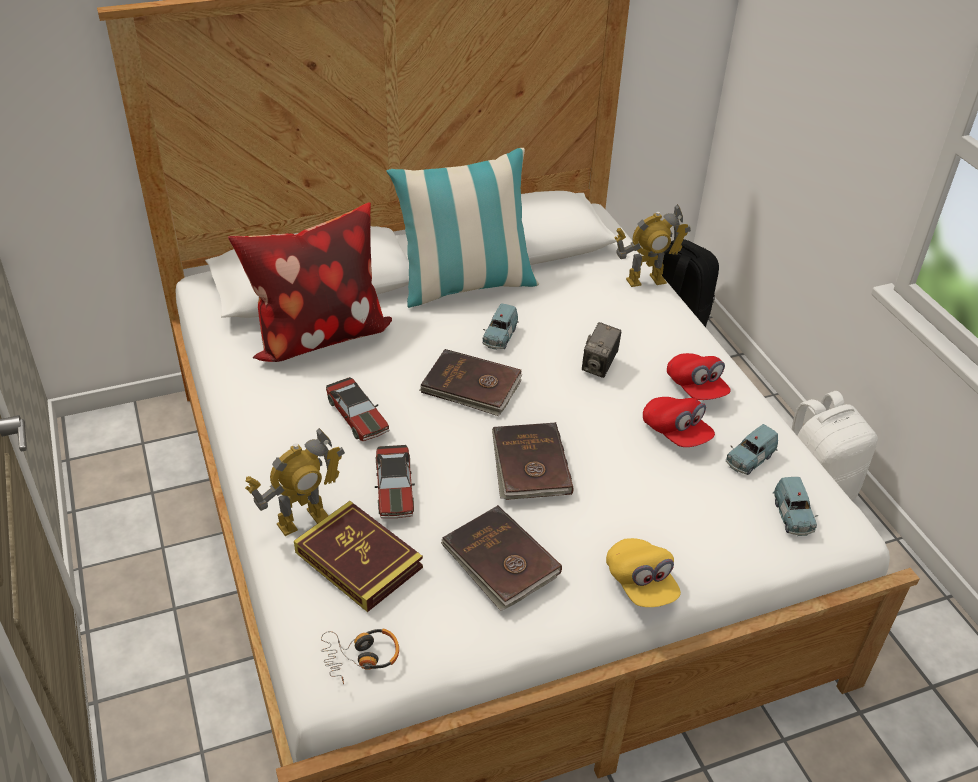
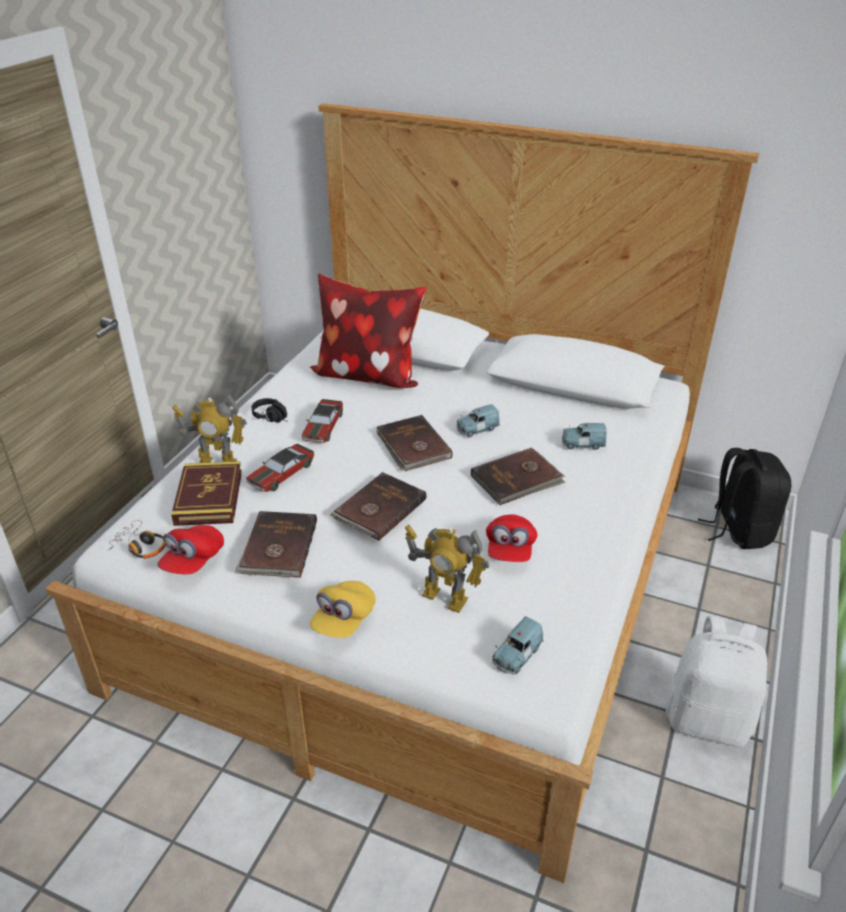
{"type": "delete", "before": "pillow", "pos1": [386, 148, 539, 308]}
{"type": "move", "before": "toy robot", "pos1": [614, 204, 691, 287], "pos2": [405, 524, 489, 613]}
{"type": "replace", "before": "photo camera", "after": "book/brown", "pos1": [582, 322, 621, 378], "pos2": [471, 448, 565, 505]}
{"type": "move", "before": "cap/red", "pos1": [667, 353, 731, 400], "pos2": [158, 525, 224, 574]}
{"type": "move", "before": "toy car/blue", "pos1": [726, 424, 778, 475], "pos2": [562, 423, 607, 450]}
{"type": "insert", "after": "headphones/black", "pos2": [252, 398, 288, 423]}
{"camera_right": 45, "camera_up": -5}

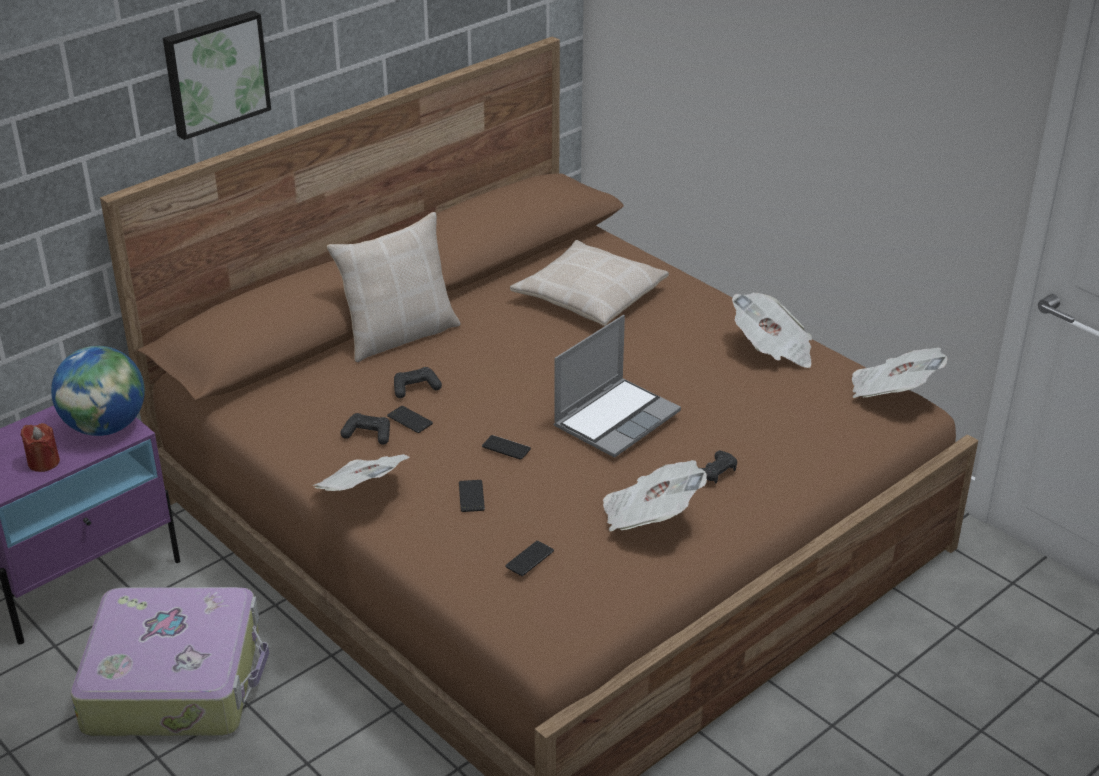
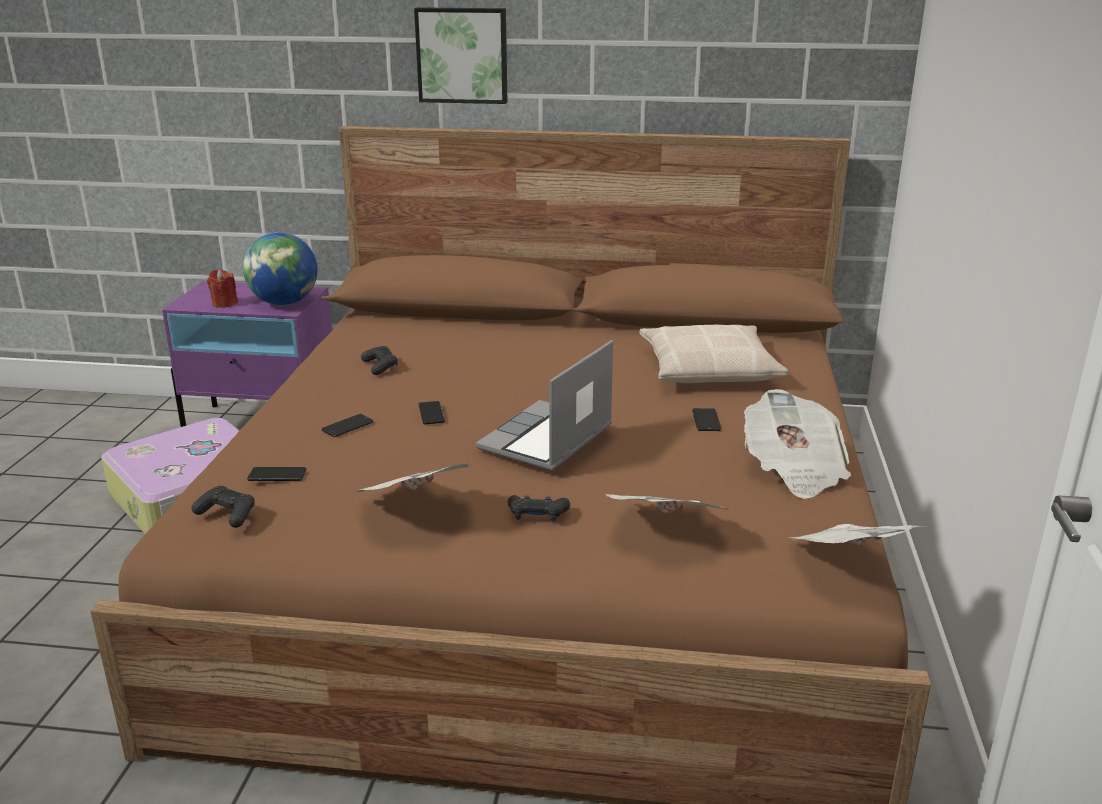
{"type": "delete", "before": "pillow/beige", "pos1": [327, 212, 461, 362]}
{"type": "rotate", "before": "laptop", "pos1": [554, 315, 681, 458], "pos2": [476, 340, 613, 471], "turn": 120}
{"type": "move", "before": "game controller/black", "pos1": [394, 367, 442, 398], "pos2": [191, 486, 255, 528]}
{"type": "move", "before": "phone", "pos1": [387, 406, 433, 433], "pos2": [692, 408, 721, 431]}
{"type": "move", "before": "newspaper", "pos1": [312, 454, 410, 491], "pos2": [605, 494, 727, 514]}
{"camera_right": 50, "camera_up": -10}

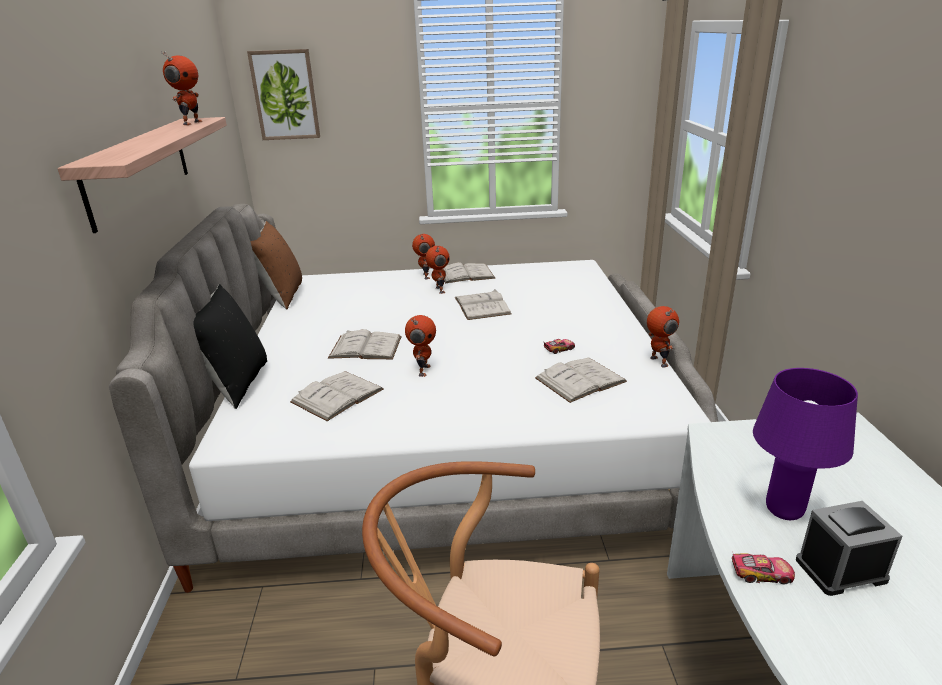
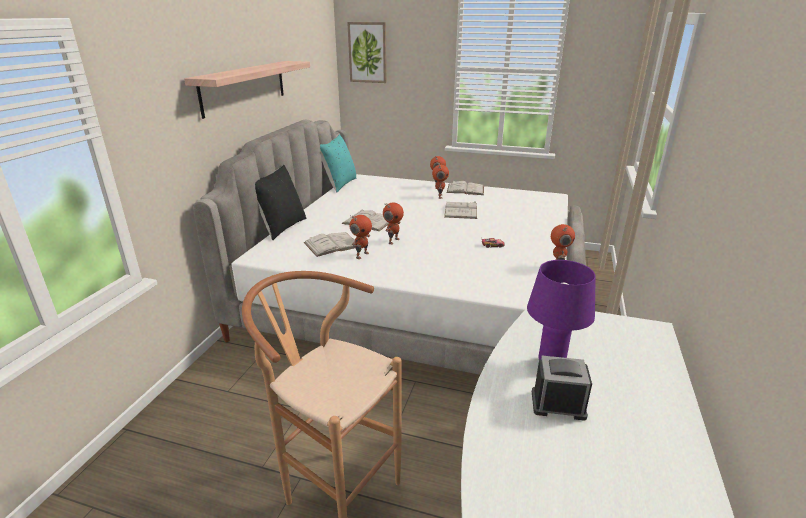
{"type": "move", "before": "toy robot", "pos1": [161, 51, 202, 125], "pos2": [350, 215, 372, 259]}
{"type": "recolor", "before": "pillow/brown", "after": "pillow/turquoise", "pos1": [250, 221, 302, 310], "pos2": [320, 134, 356, 192]}
{"type": "delete", "before": "book/white", "pos1": [535, 358, 627, 403]}
{"type": "delete", "before": "toy car", "pos1": [732, 551, 795, 584]}
{"camera_right": 20, "camera_up": 0}

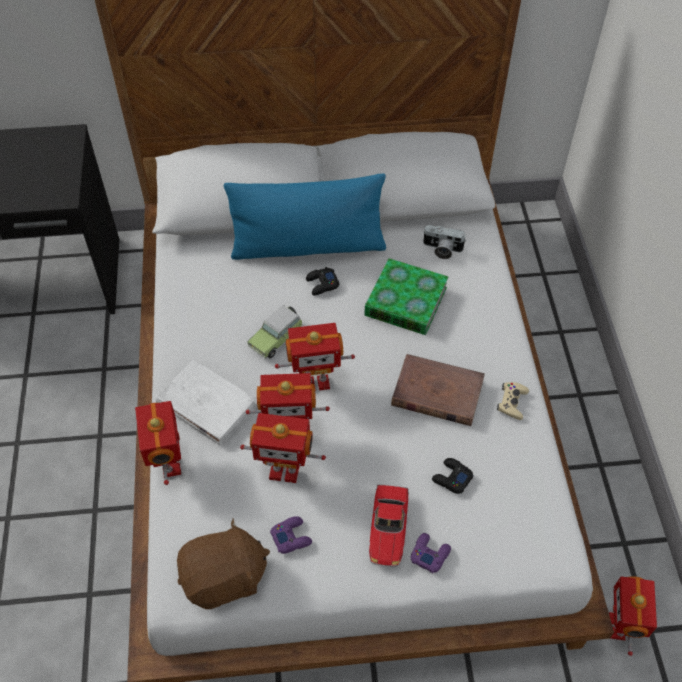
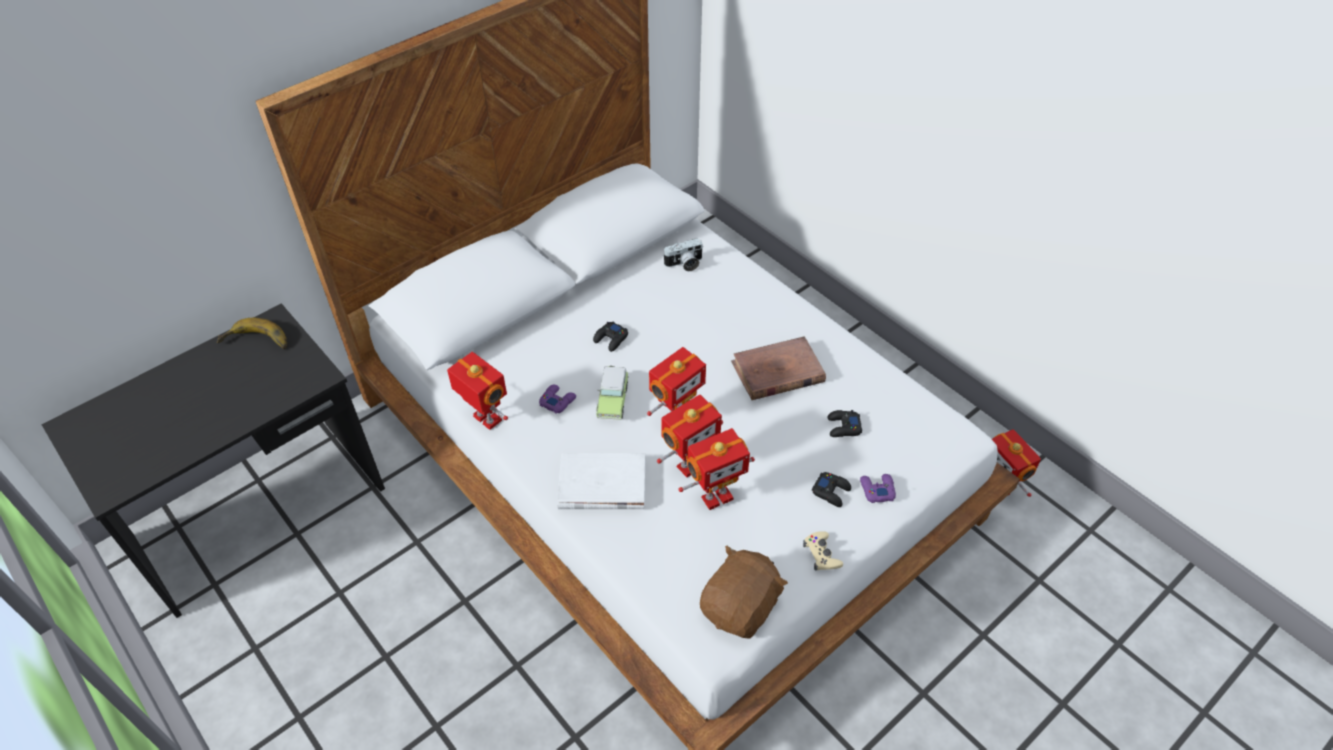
{"type": "delete", "before": "pillow/blue", "pos1": [224, 174, 386, 260]}
{"type": "delete", "before": "book", "pos1": [364, 258, 448, 335]}
{"type": "move", "before": "game controller/beige", "pos1": [497, 382, 529, 420], "pos2": [803, 531, 843, 571]}
{"type": "move", "before": "toy robot", "pos1": [135, 401, 181, 485], "pos2": [447, 352, 508, 430]}
{"type": "replace", "before": "toy car", "after": "game controller/black", "pos1": [369, 485, 409, 567], "pos2": [812, 472, 851, 507]}
{"type": "move", "before": "game controller/purple", "pos1": [270, 516, 312, 554], "pos2": [539, 385, 576, 414]}
{"type": "insert", "after": "banana", "pos2": [217, 318, 287, 349]}
{"camera_right": -35, "camera_up": -5}

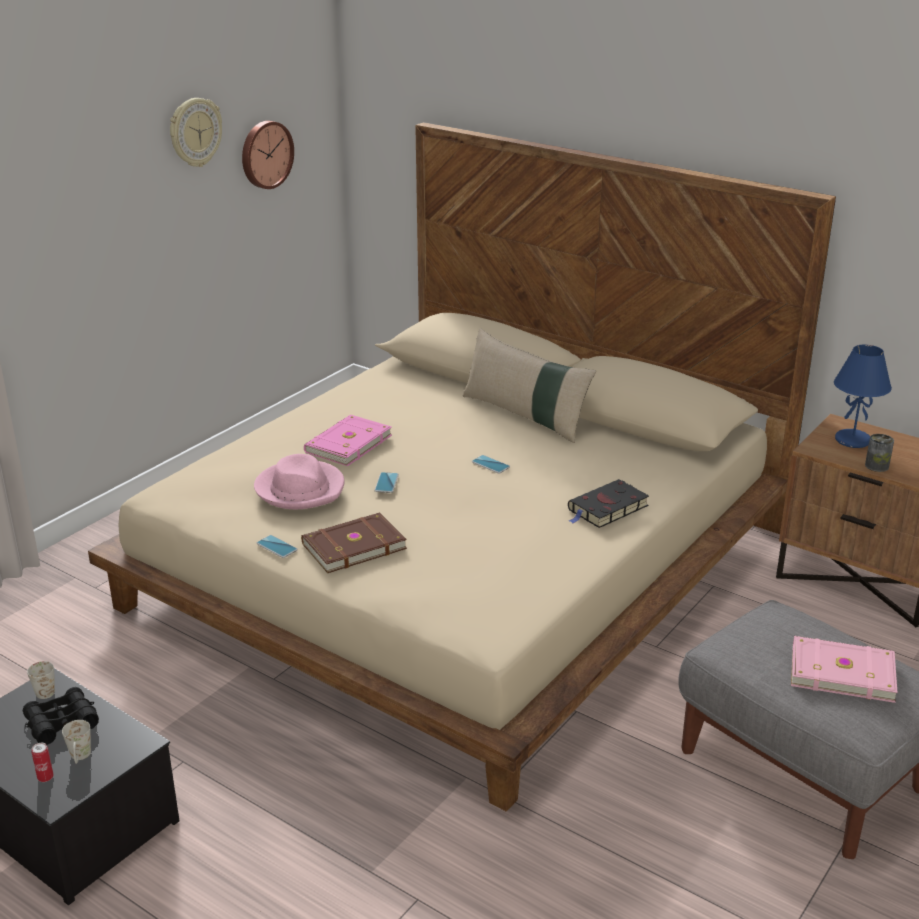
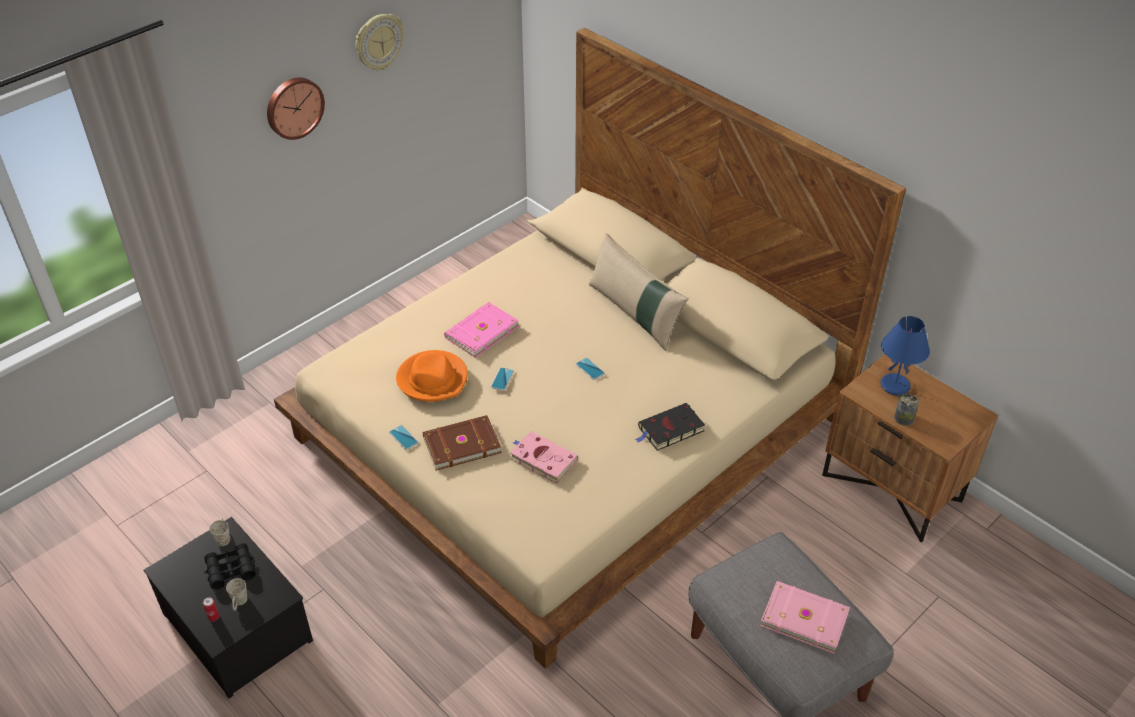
{"type": "move", "before": "wall clock", "pos1": [242, 121, 294, 189], "pos2": [267, 77, 325, 140]}
{"type": "recolor", "before": "hat/pink", "after": "hat/orange", "pos1": [254, 454, 344, 509], "pos2": [396, 350, 468, 402]}
{"type": "insert", "after": "book/pink", "pos2": [510, 431, 578, 484]}
{"camera_right": 10, "camera_up": 15}

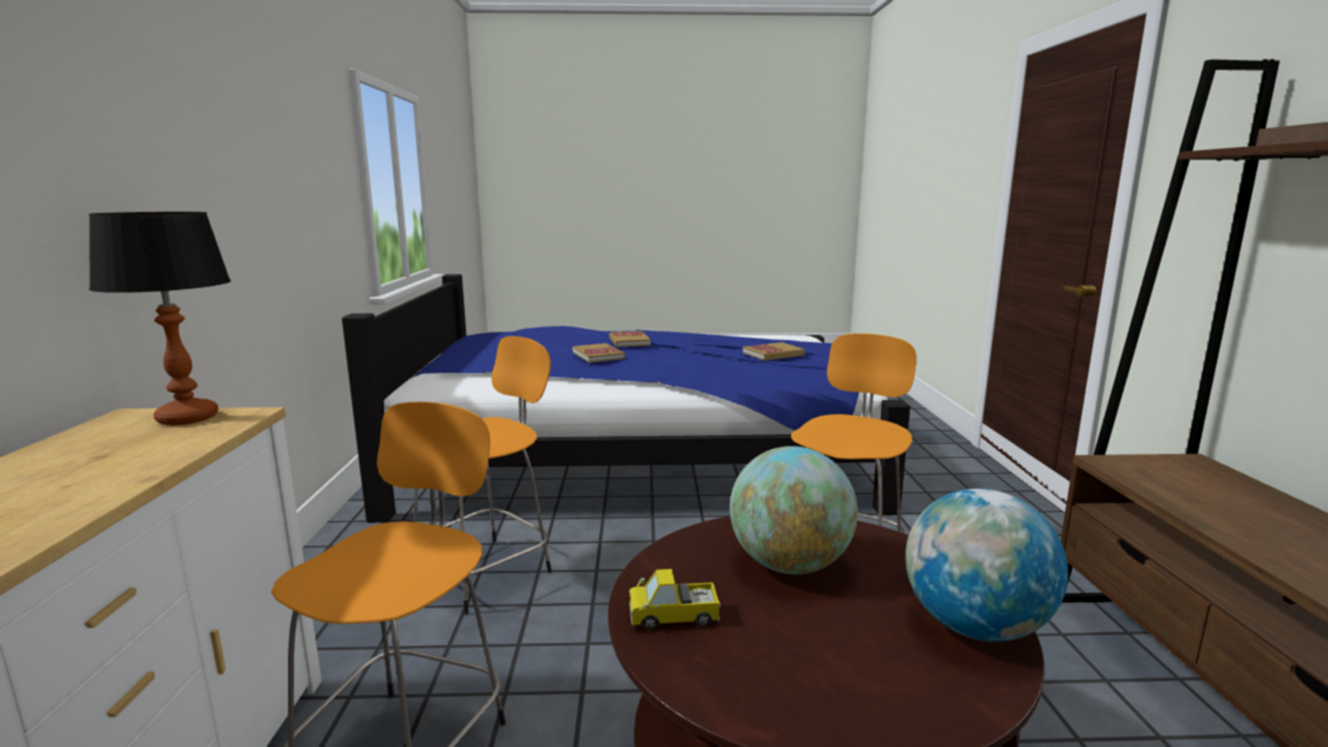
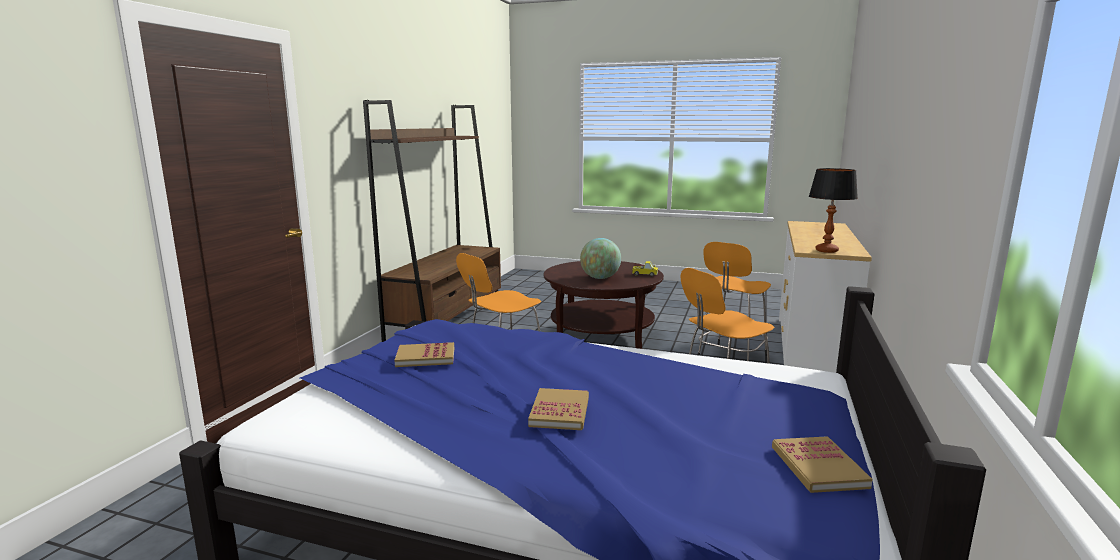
{"type": "move", "before": "book", "pos1": [572, 343, 625, 363], "pos2": [772, 436, 873, 493]}
{"type": "delete", "before": "globe", "pos1": [905, 489, 1068, 642]}
{"camera_right": -160, "camera_up": 0}

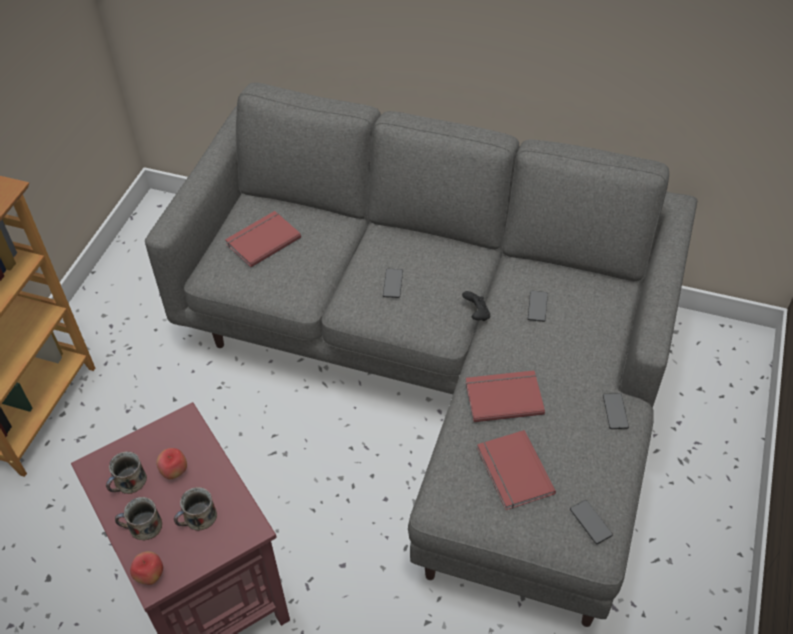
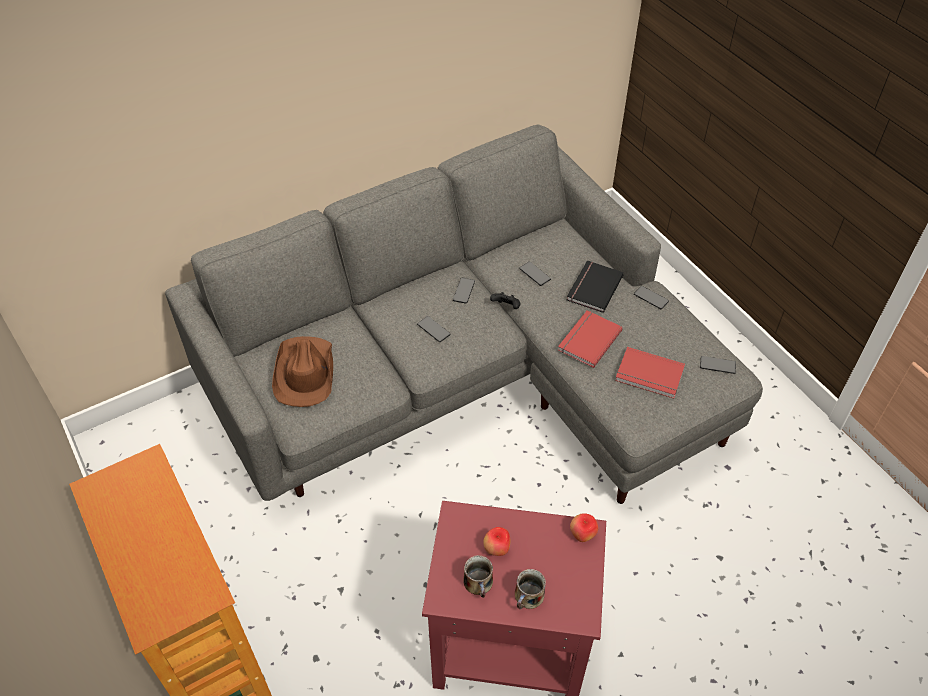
{"type": "replace", "before": "book/red", "after": "hat/brown", "pos1": [225, 211, 301, 267], "pos2": [272, 336, 333, 407]}
{"type": "delete", "before": "mug", "pos1": [174, 487, 217, 531]}
{"type": "move", "before": "apple", "pos1": [130, 551, 163, 585], "pos2": [570, 513, 598, 542]}
{"type": "insert", "after": "book/black", "pos2": [567, 260, 624, 313]}
{"type": "insert", "after": "phone", "pos2": [453, 278, 475, 304]}
{"camera_right": -50, "camera_up": 0}

